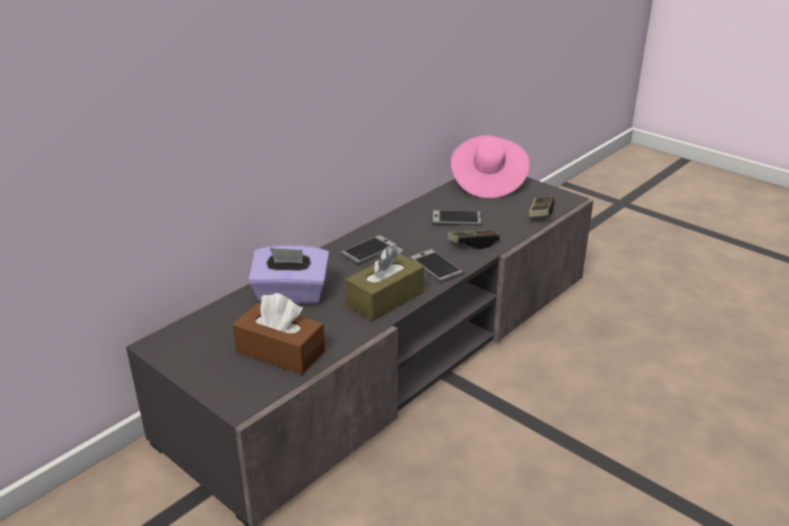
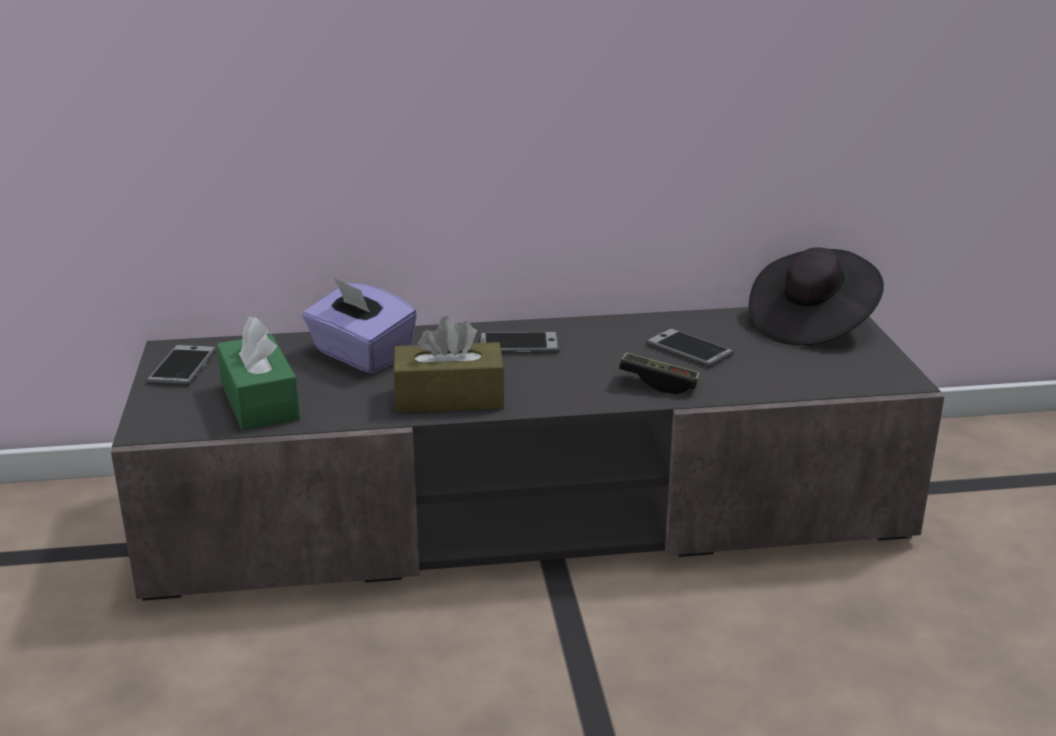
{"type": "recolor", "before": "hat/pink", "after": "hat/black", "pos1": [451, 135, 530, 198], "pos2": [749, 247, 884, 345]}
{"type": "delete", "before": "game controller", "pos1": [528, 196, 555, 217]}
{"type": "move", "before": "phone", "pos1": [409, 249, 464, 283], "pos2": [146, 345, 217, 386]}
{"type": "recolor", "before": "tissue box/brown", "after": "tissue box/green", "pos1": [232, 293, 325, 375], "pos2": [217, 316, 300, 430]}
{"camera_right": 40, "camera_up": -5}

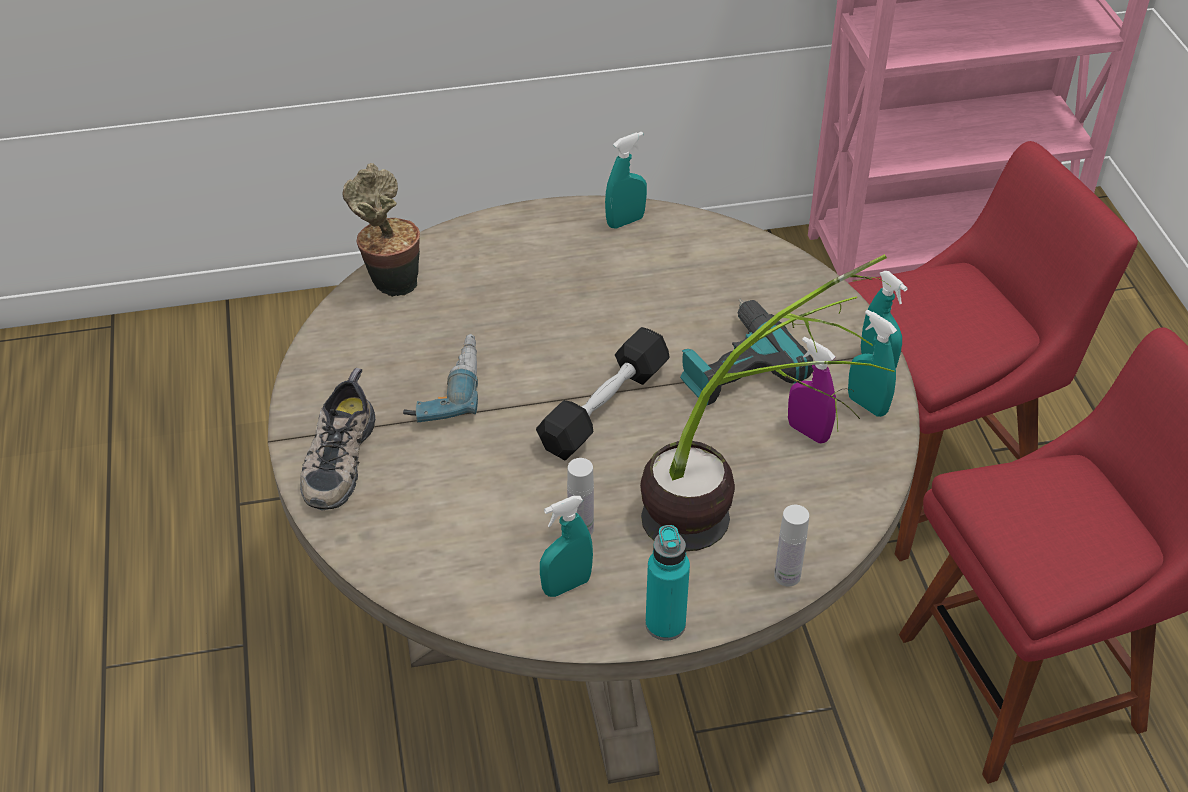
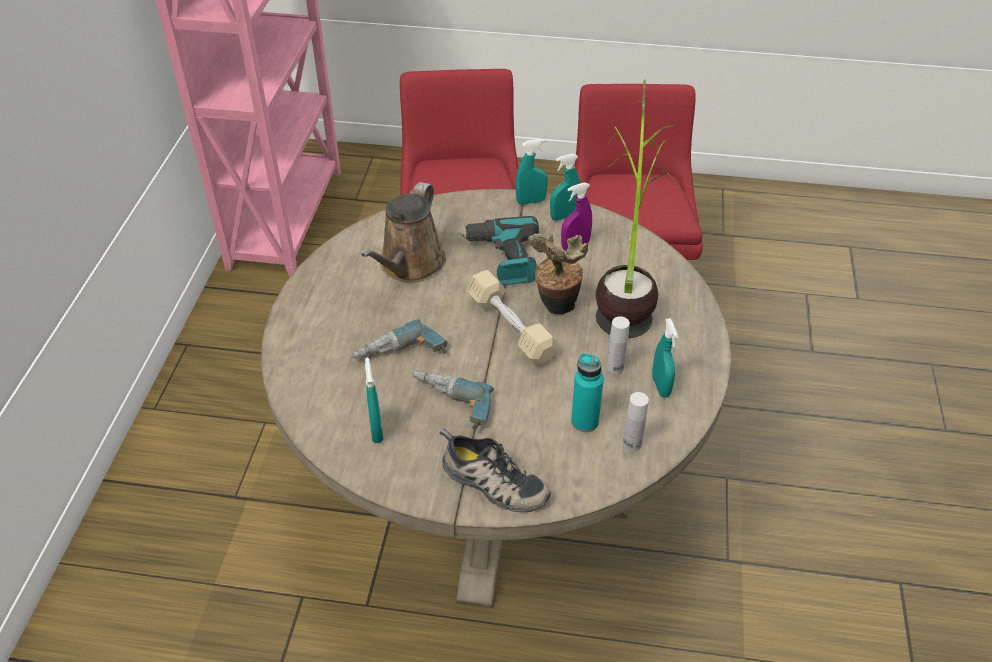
{"type": "move", "before": "spray bottle/turquoise", "pos1": [605, 132, 647, 228], "pos2": [365, 358, 384, 443]}
{"type": "move", "before": "potted plant", "pos1": [342, 163, 420, 297], "pos2": [528, 233, 588, 314]}
{"type": "recolor", "before": "dumbbell/black", "after": "dumbbell/beige", "pos1": [536, 327, 670, 460], "pos2": [467, 270, 559, 366]}
{"type": "move", "before": "bottle/white", "pos1": [774, 505, 809, 587], "pos2": [623, 392, 649, 451]}
{"type": "move", "before": "bottle/turquoise", "pos1": [645, 525, 690, 641], "pos2": [571, 353, 604, 432]}
{"type": "insert", "after": "watering can/brown", "pos2": [361, 182, 446, 283]}
{"type": "insert", "after": "power drill", "pos2": [351, 319, 447, 359]}
{"camera_right": -70, "camera_up": 0}

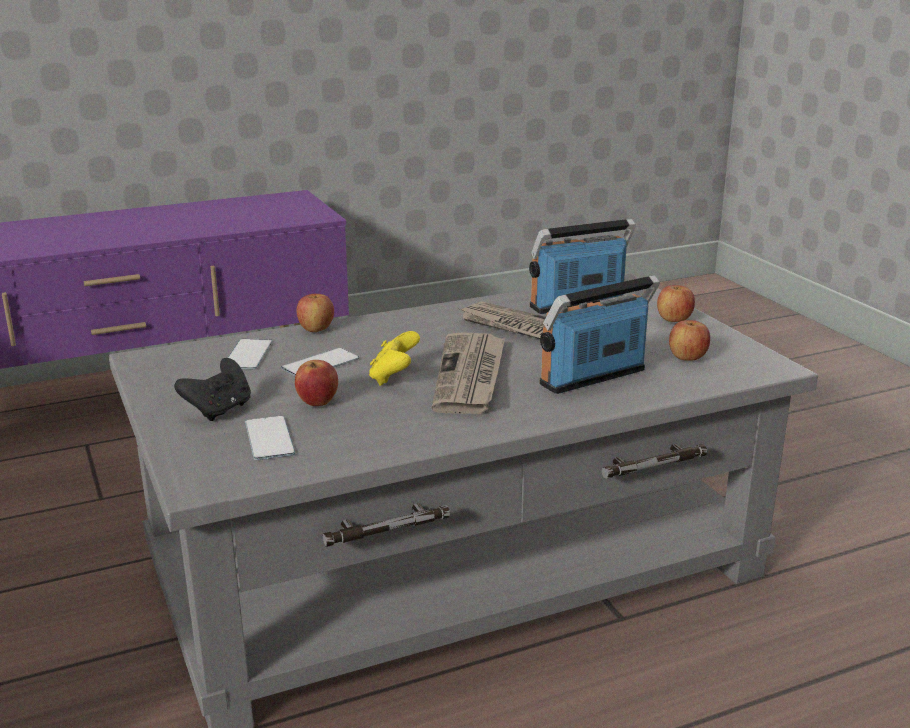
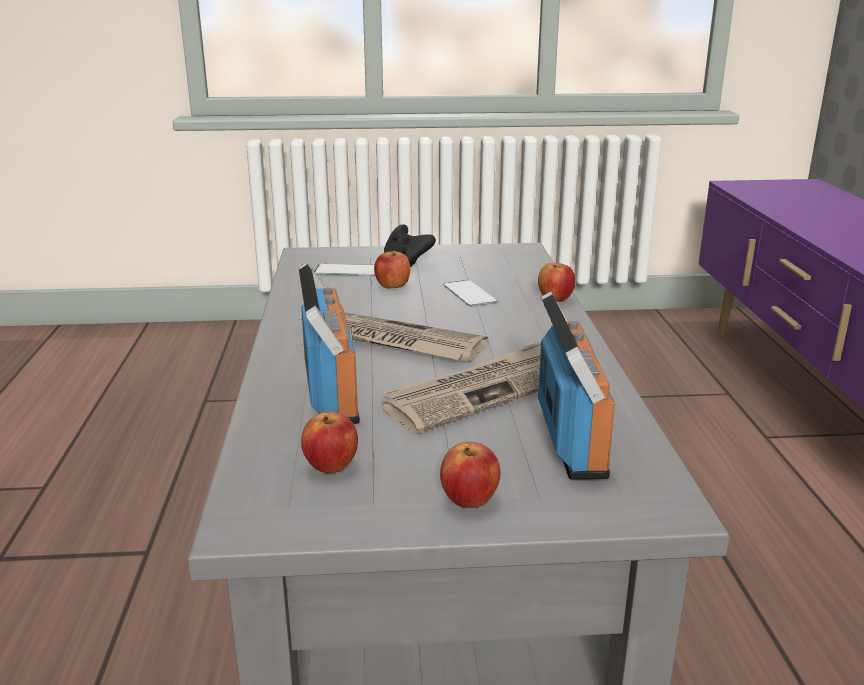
{"type": "delete", "before": "game controller/yellow", "pos1": [369, 331, 420, 386]}
{"type": "delete", "before": "phone", "pos1": [228, 338, 272, 369]}
{"camera_right": 110, "camera_up": 0}

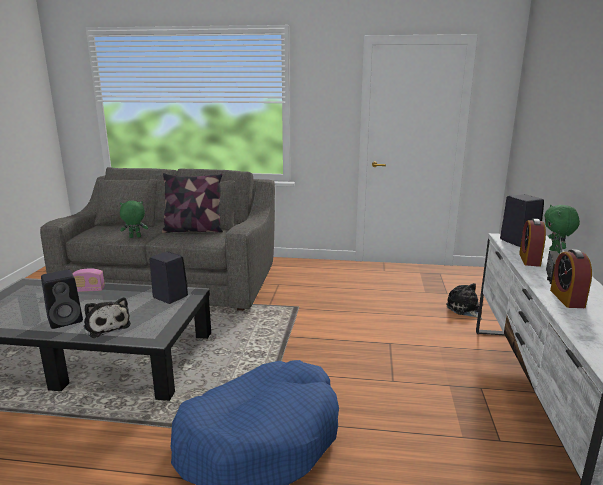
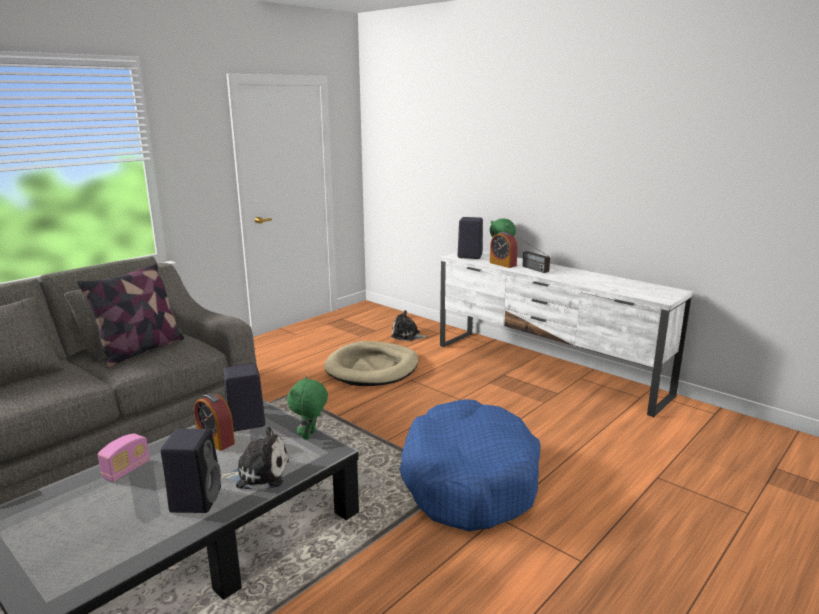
{"type": "move", "before": "plush toy/green", "pos1": [120, 201, 148, 238], "pos2": [287, 376, 328, 440]}
{"type": "move", "before": "alarm clock", "pos1": [550, 249, 592, 308], "pos2": [194, 393, 235, 451]}
{"type": "insert", "after": "dog bed/beige", "pos2": [324, 341, 418, 386]}
{"camera_right": -55, "camera_up": 0}

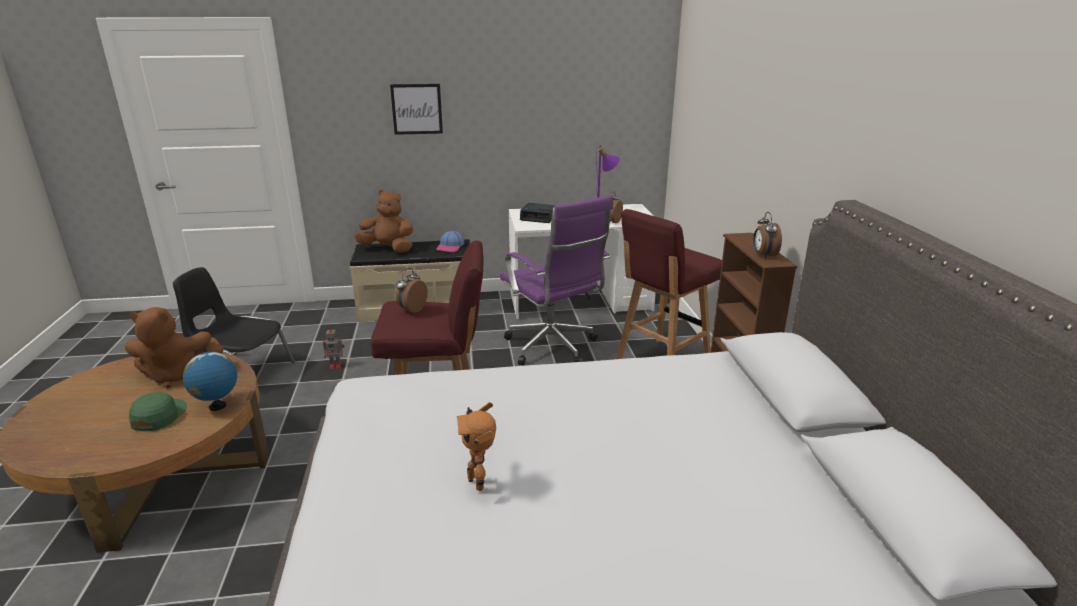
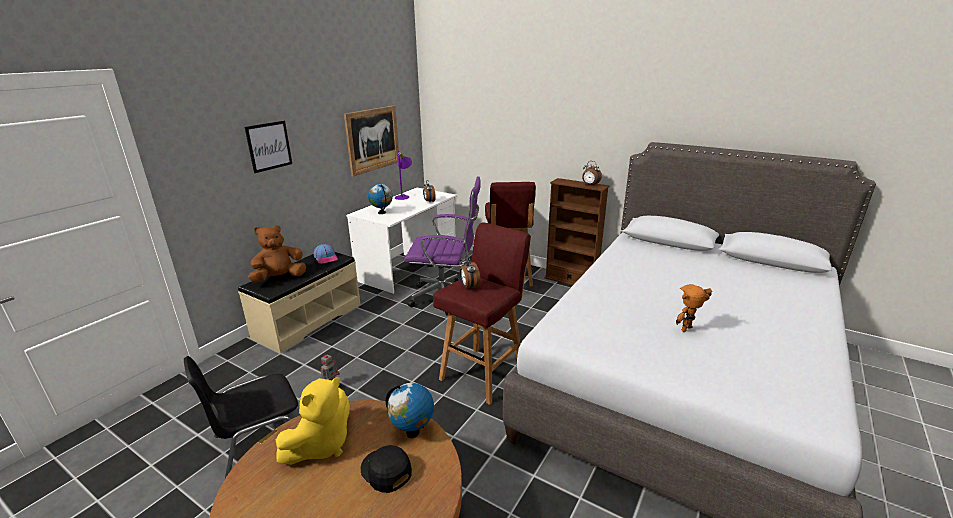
{"type": "replace", "before": "alarm clock", "after": "globe", "pos1": [520, 203, 554, 223], "pos2": [368, 184, 393, 214]}
{"type": "recolor", "before": "plush toy/brown", "after": "plush toy/yellow", "pos1": [125, 307, 224, 388], "pos2": [276, 377, 350, 465]}
{"type": "recolor", "before": "cap/green", "after": "cap/black", "pos1": [129, 392, 187, 431], "pos2": [361, 445, 412, 493]}
{"type": "rotate", "before": "toy robot", "pos1": [457, 402, 496, 491], "pos2": [676, 284, 712, 332], "turn": 135}
{"type": "insert", "after": "picture", "pos2": [344, 105, 399, 177]}
{"camera_right": -50, "camera_up": 0}

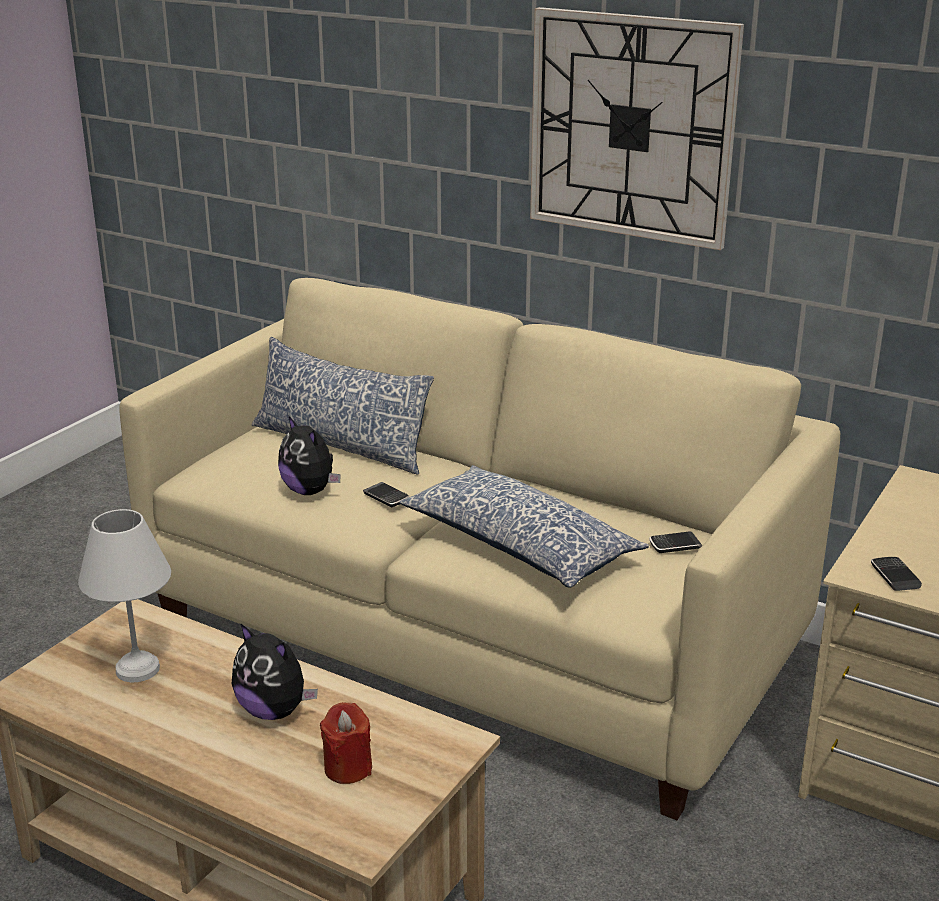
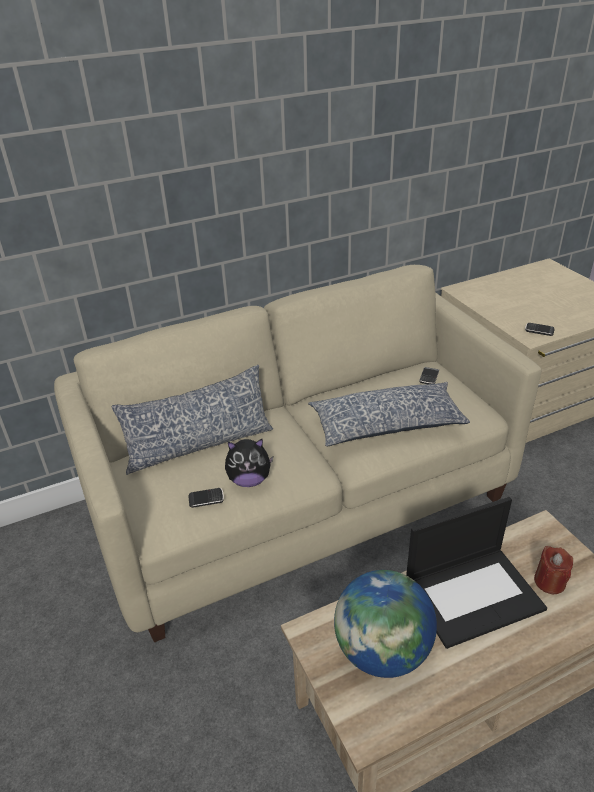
{"type": "delete", "before": "wall clock", "pos1": [530, 7, 744, 250]}
{"type": "move", "before": "phone", "pos1": [363, 482, 409, 507], "pos2": [189, 488, 224, 508]}
{"type": "replace", "before": "table lamp/white", "after": "globe", "pos1": [78, 509, 171, 682], "pos2": [334, 570, 437, 678]}
{"type": "replace", "before": "plush toy", "after": "laptop", "pos1": [232, 624, 318, 720], "pos2": [406, 497, 547, 649]}
{"camera_right": -55, "camera_up": 10}

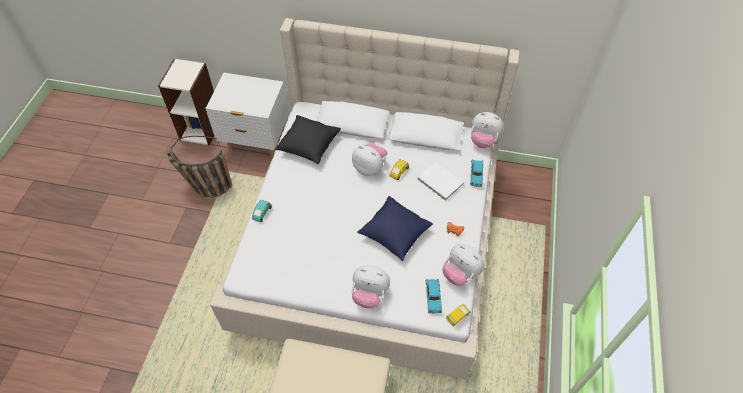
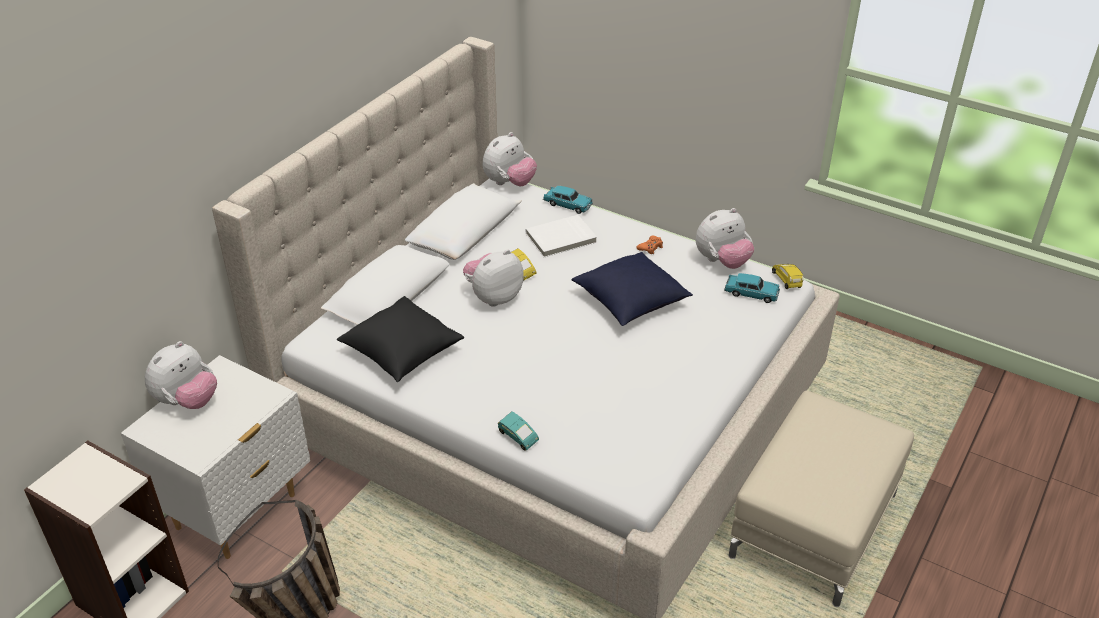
{"type": "move", "before": "plush toy", "pos1": [352, 265, 390, 308], "pos2": [145, 341, 217, 409]}
{"camera_right": -70, "camera_up": -15}

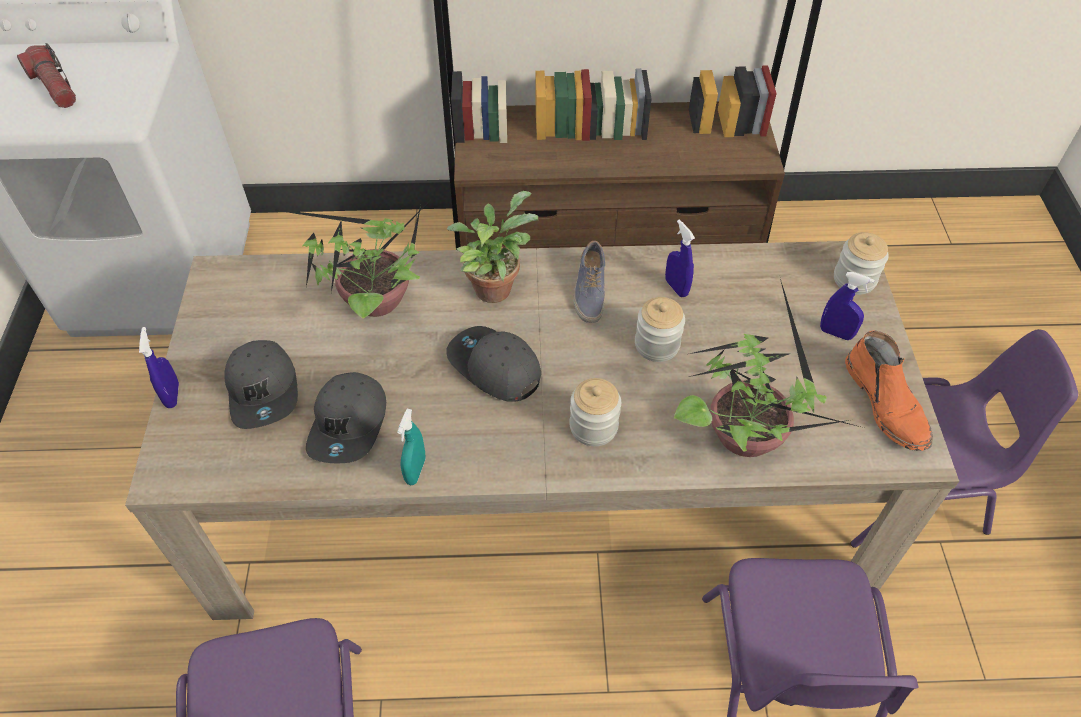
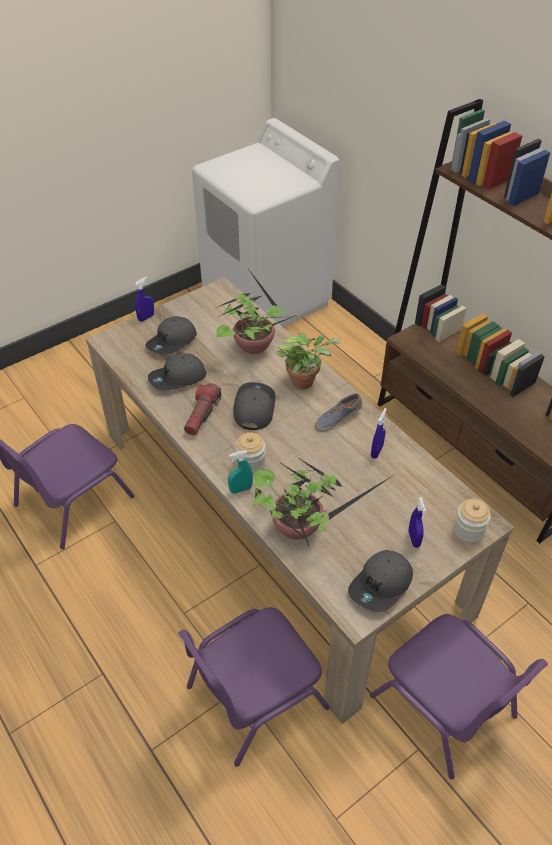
{"type": "move", "before": "flashlight", "pos1": [17, 43, 76, 108], "pos2": [184, 383, 221, 436]}
{"type": "delete", "before": "jar", "pos1": [635, 297, 685, 362]}
{"type": "replace", "before": "boot/orange", "after": "cap/grey", "pos1": [845, 330, 933, 451], "pos2": [348, 550, 413, 612]}
{"type": "move", "before": "spray bottle/turquoise", "pos1": [397, 409, 425, 485], "pos2": [228, 451, 253, 494]}
{"camera_right": 55, "camera_up": -5}

